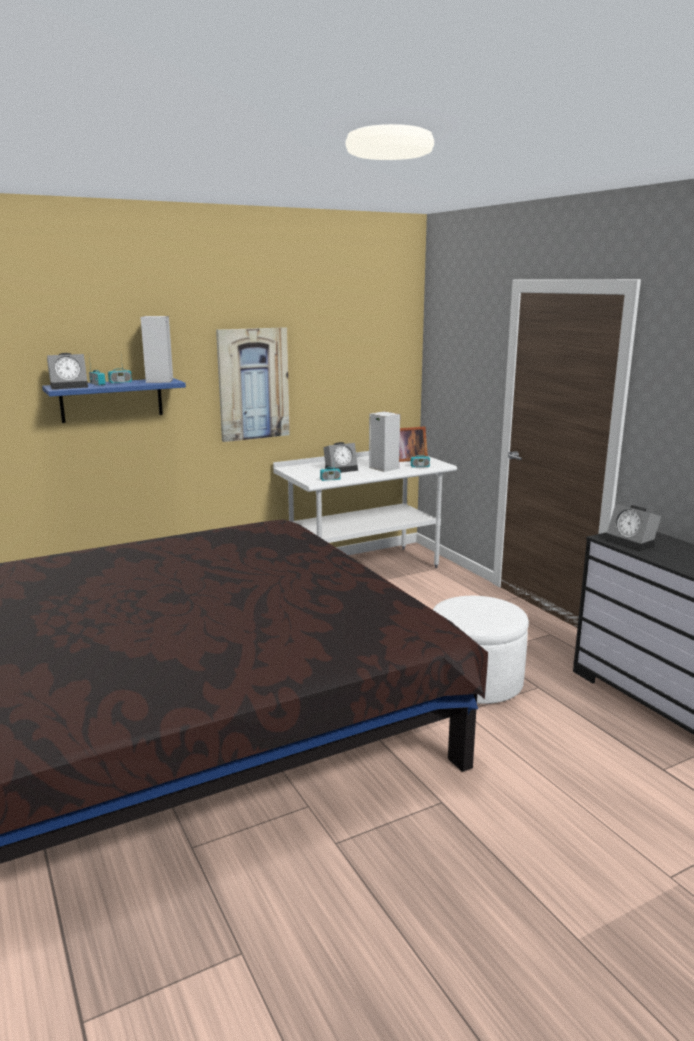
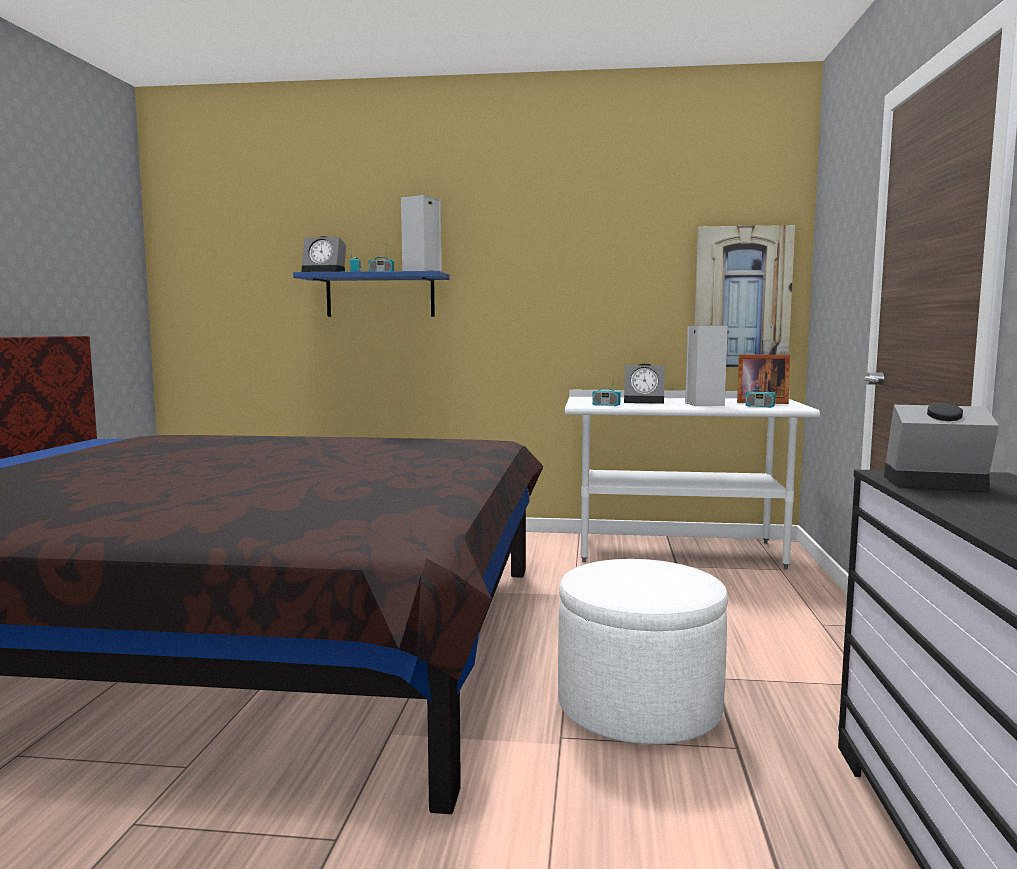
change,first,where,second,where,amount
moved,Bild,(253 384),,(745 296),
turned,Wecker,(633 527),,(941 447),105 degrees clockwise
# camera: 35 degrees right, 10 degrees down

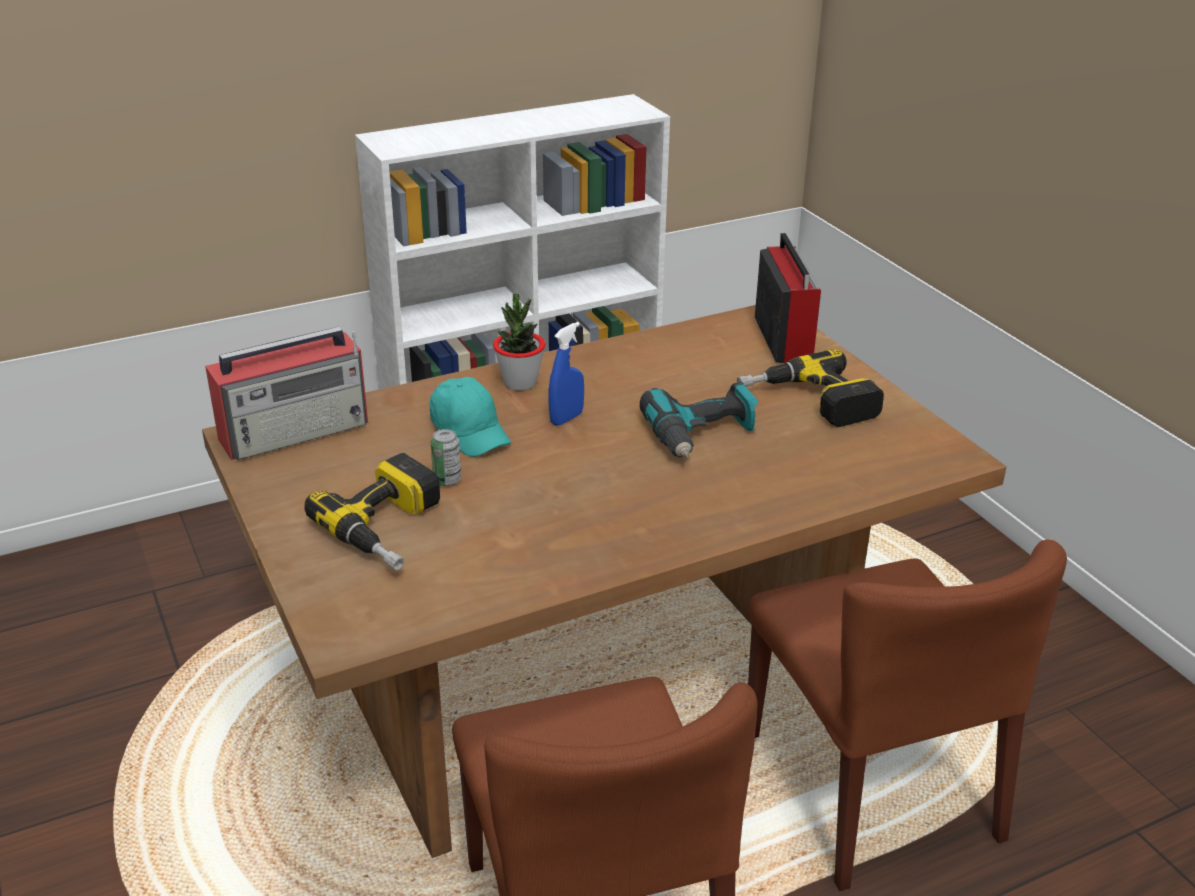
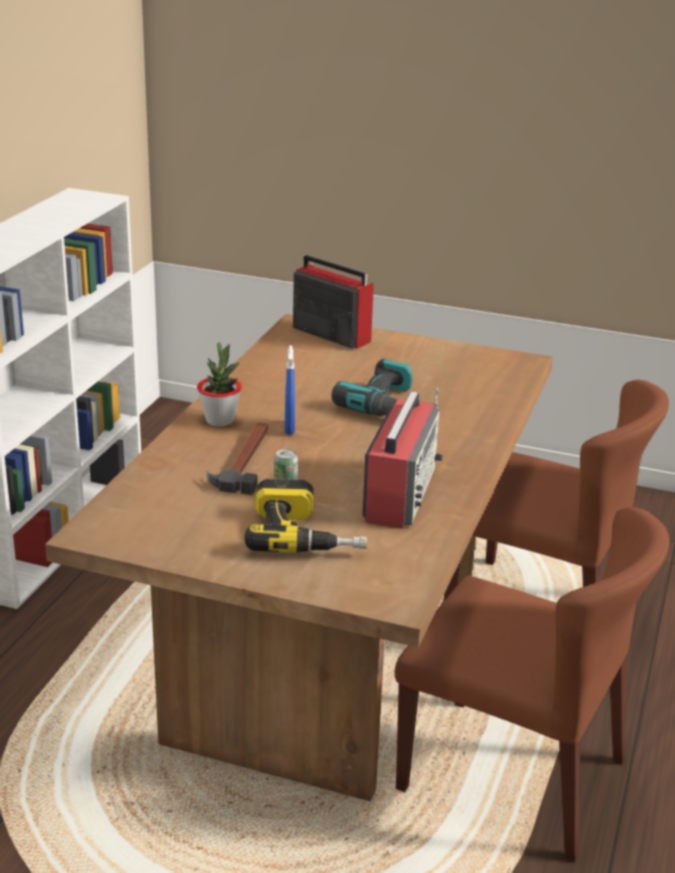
change,first,where,second,where,amount
replaced,Kappe (türkis),(470 417),Hammer,(237 458),
moved,Radio,(286 393),,(402 458),
removed,Bohrmaschine,(810 388),,,
# camera: 45 degrees left, 5 degrees down

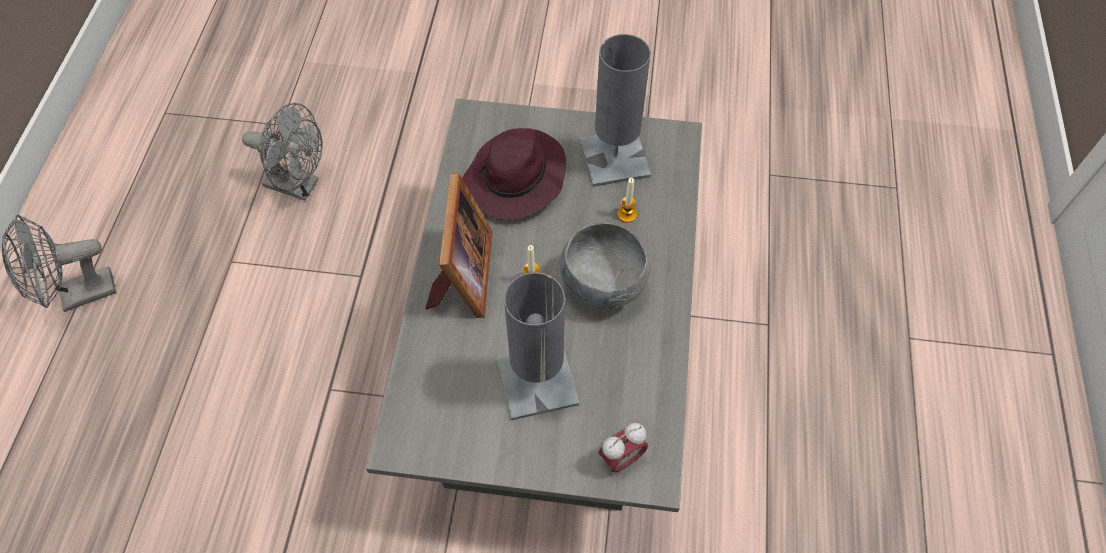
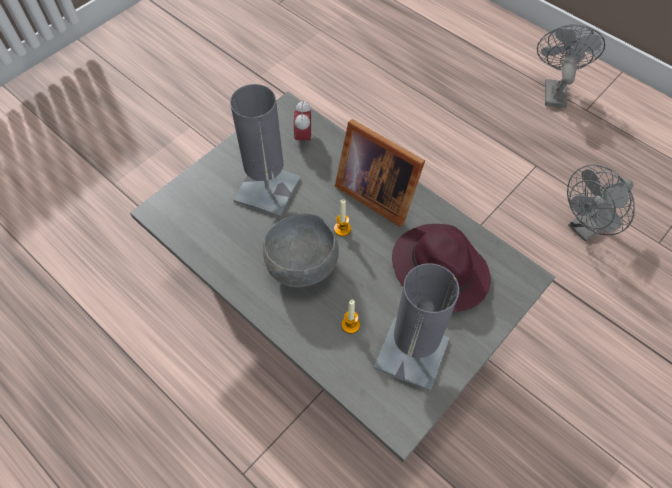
change,first,where,second,where,amount
moved,Wecker,(623 448),,(302 123),
# camera: 125 degrees right, 0 degrees up

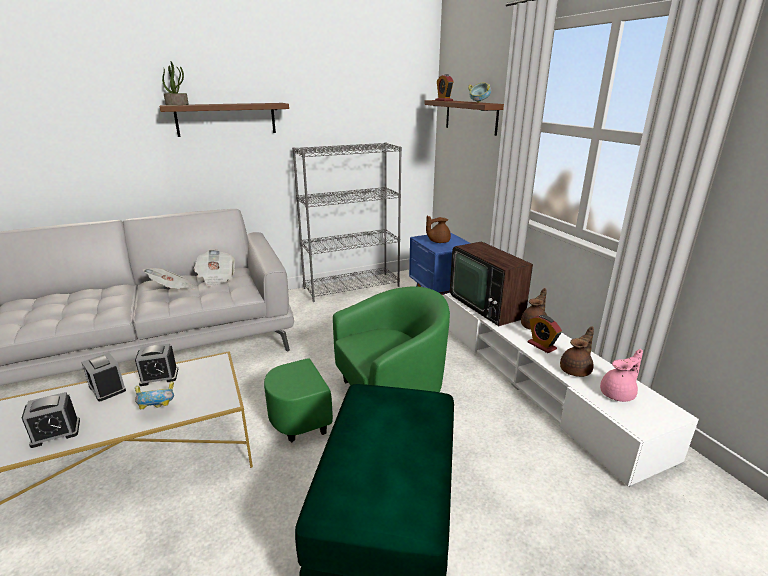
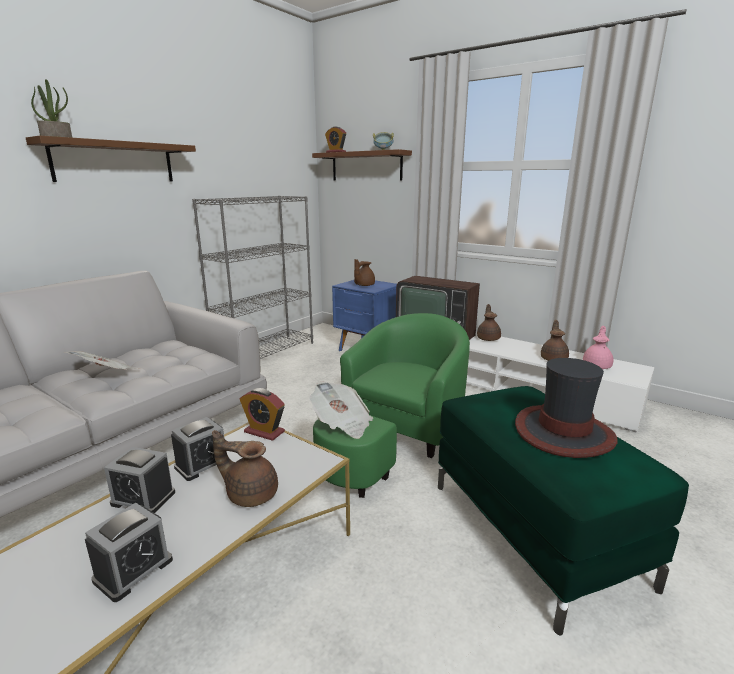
change,first,where,second,where,amount
replaced,Schüssel,(154 395),Teekanne (braun),(245 468),
moved,Wecker,(545 334),,(262 414),
moved,Zeitung,(214 268),,(341 410),
added,,,Hut,(566 408),
# camera: 30 degrees left, 5 degrees down

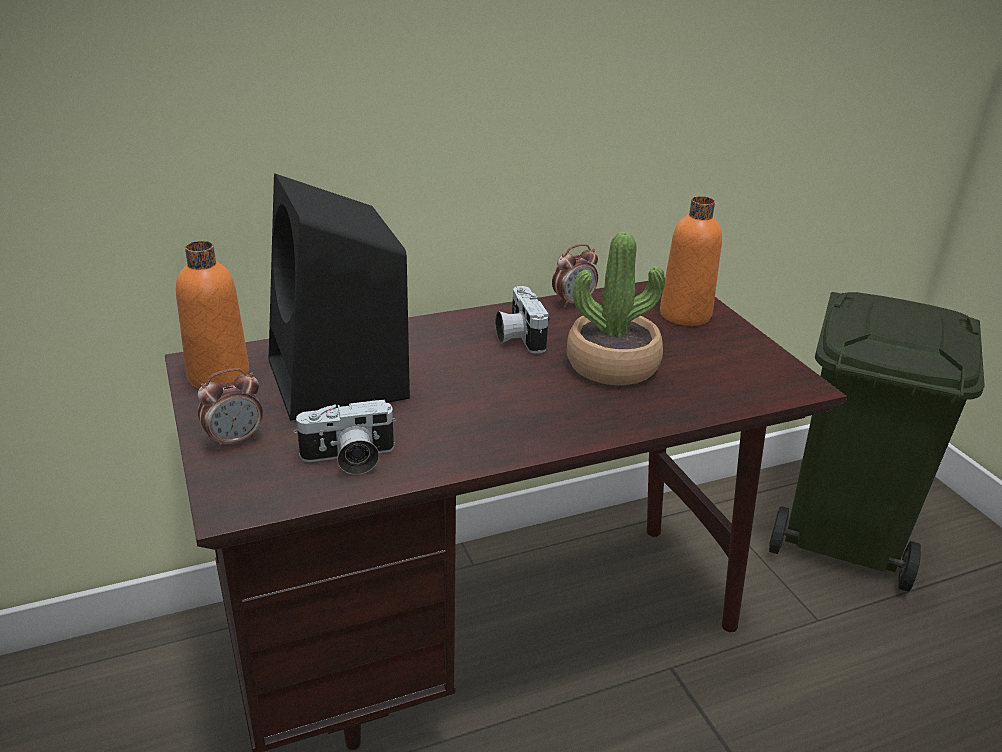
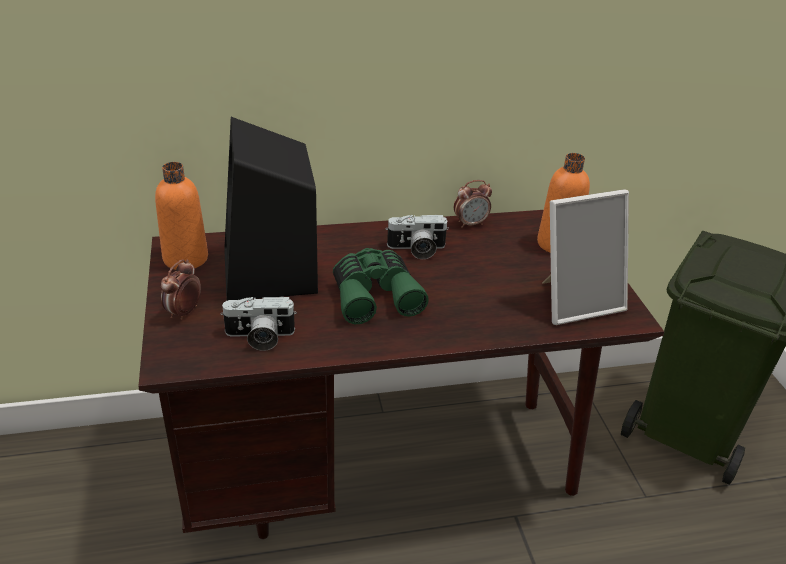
change,first,where,second,where,amount
turned,Wecker,(230 409),,(180 289),135 degrees clockwise
added,,,Fernglas (grün),(381 286),
turned,Kamera,(522 319),,(417 237),90 degrees counterclockwise
added,,,Bilderrahmen,(585 257),
removed,Topfpflanze,(616 308),,,
# camera: 10 degrees right, 5 degrees up

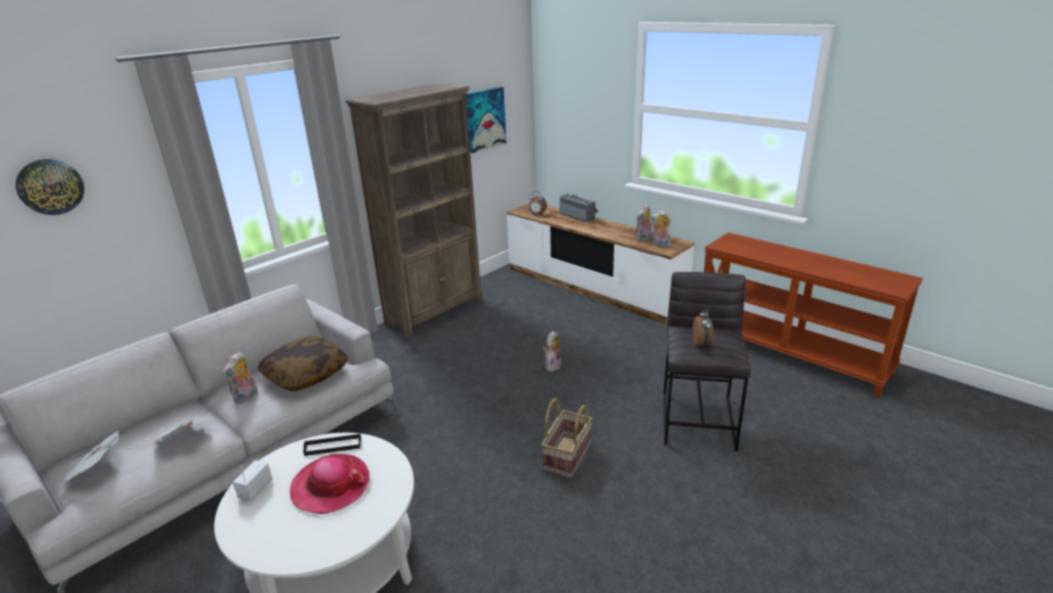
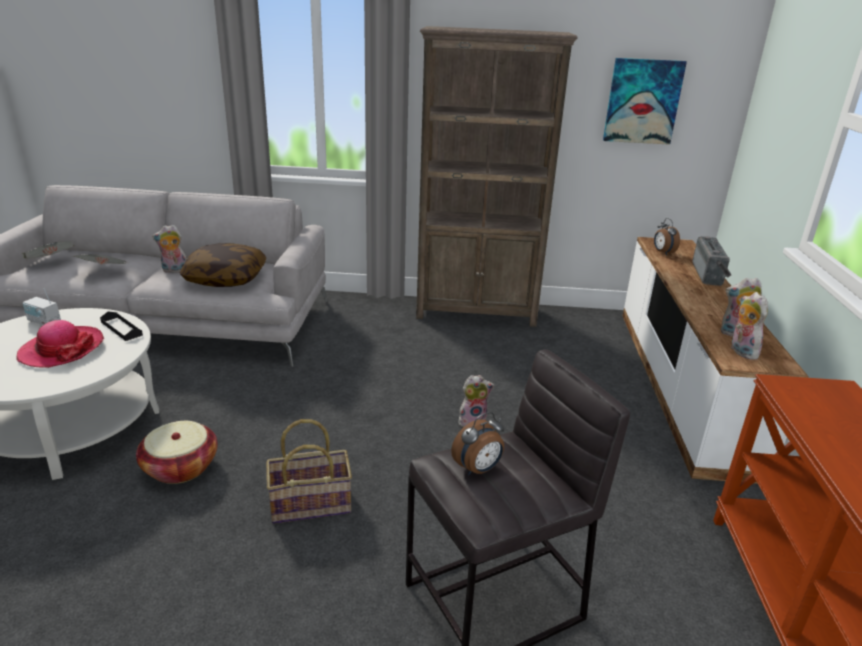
change,first,where,second,where,amount
turned,Radio,(253 481),,(42 306),135 degrees counterclockwise
added,,,Korb,(177 452),
removed,Wanduhr,(50 187),,,
# camera: 50 degrees right, 0 degrees up

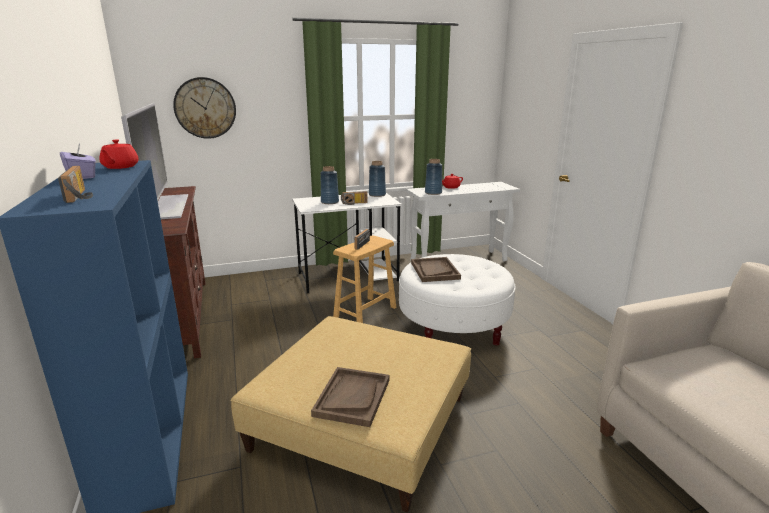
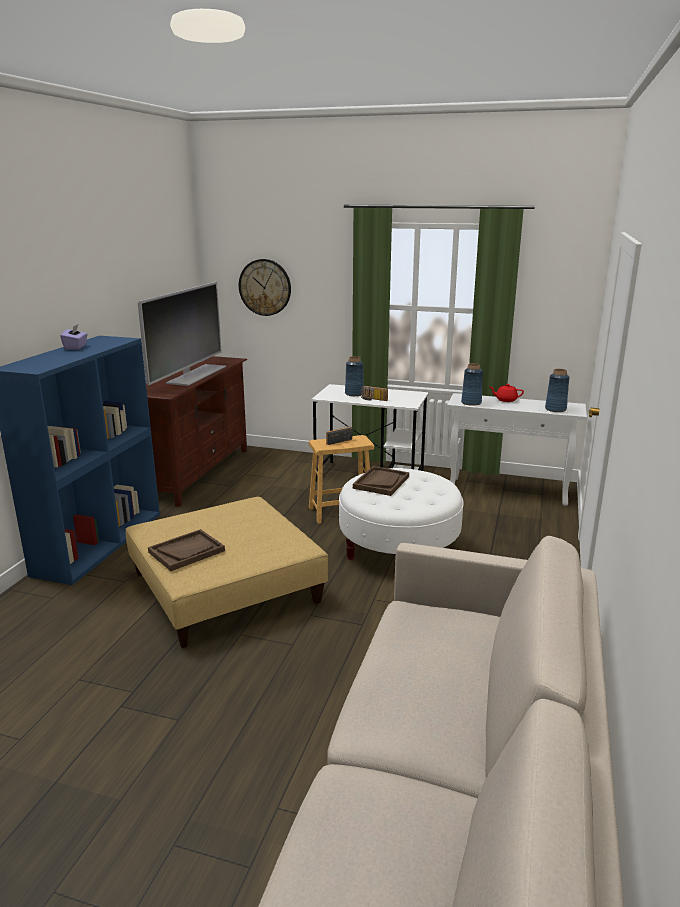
change,first,where,second,where,amount
moved,Vase (blau),(377 179),,(557 390),
removed,Radio,(75 184),,,
removed,Teekanne (rot),(118 154),,,
# camera: 35 degrees right, 0 degrees up

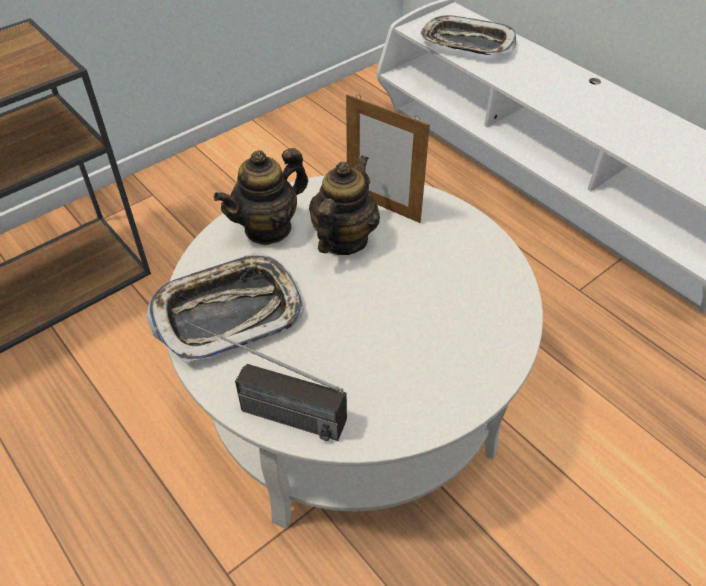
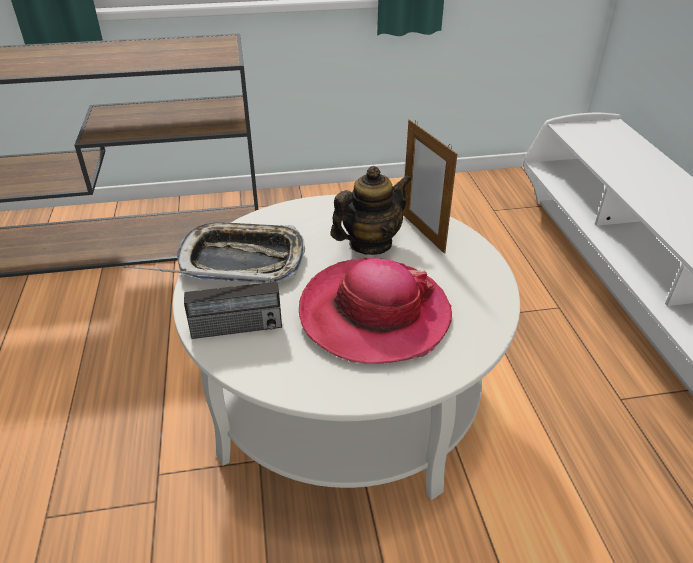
change,first,where,second,where,amount
turned,Radio,(266 381),,(202 302),60 degrees counterclockwise
added,,,Hut,(375 311),
removed,Teekanne,(261 196),,,
removed,Tablett,(468 35),,,
# camera: 30 degrees right, 10 degrees down

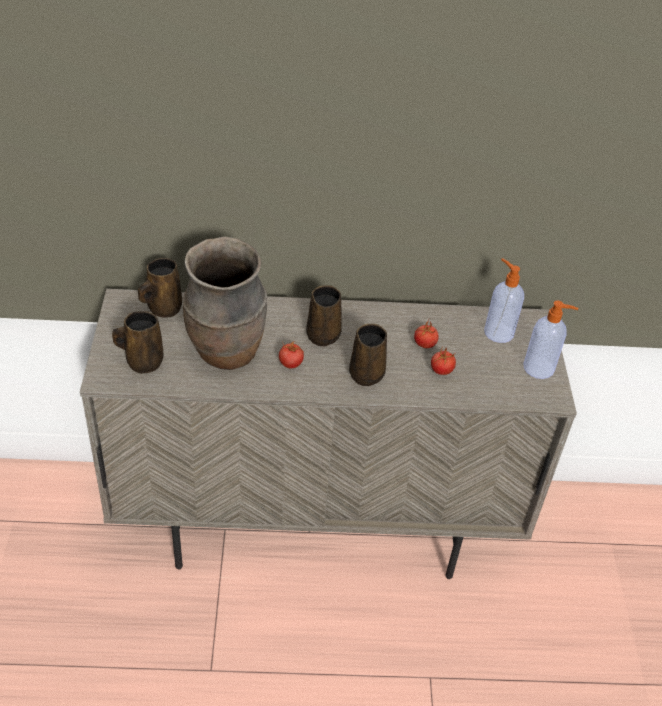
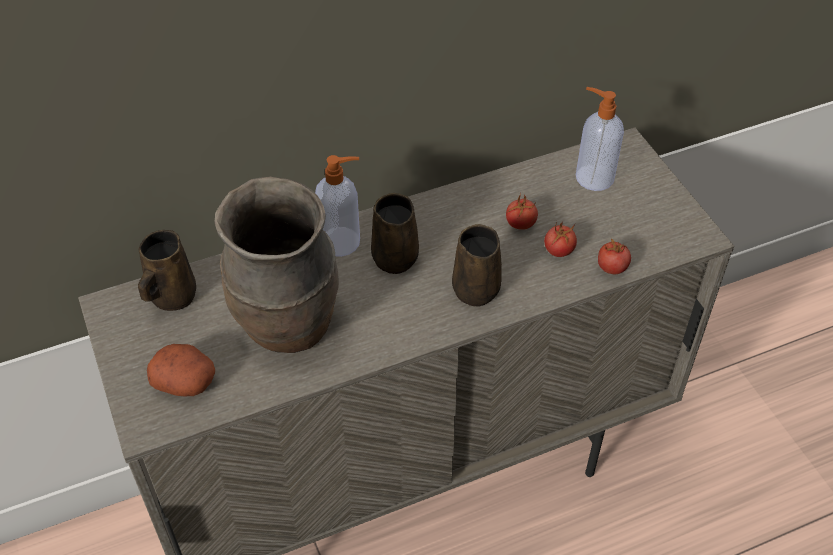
change,first,where,second,where,amount
replaced,Henkelbecher (braun),(138 342),Kartoffel,(181 370),
moved,Seifenspender,(550 340),,(337 206),
moved,Tomate,(291 354),,(614 256),
# camera: 20 degrees left, 5 degrees up

